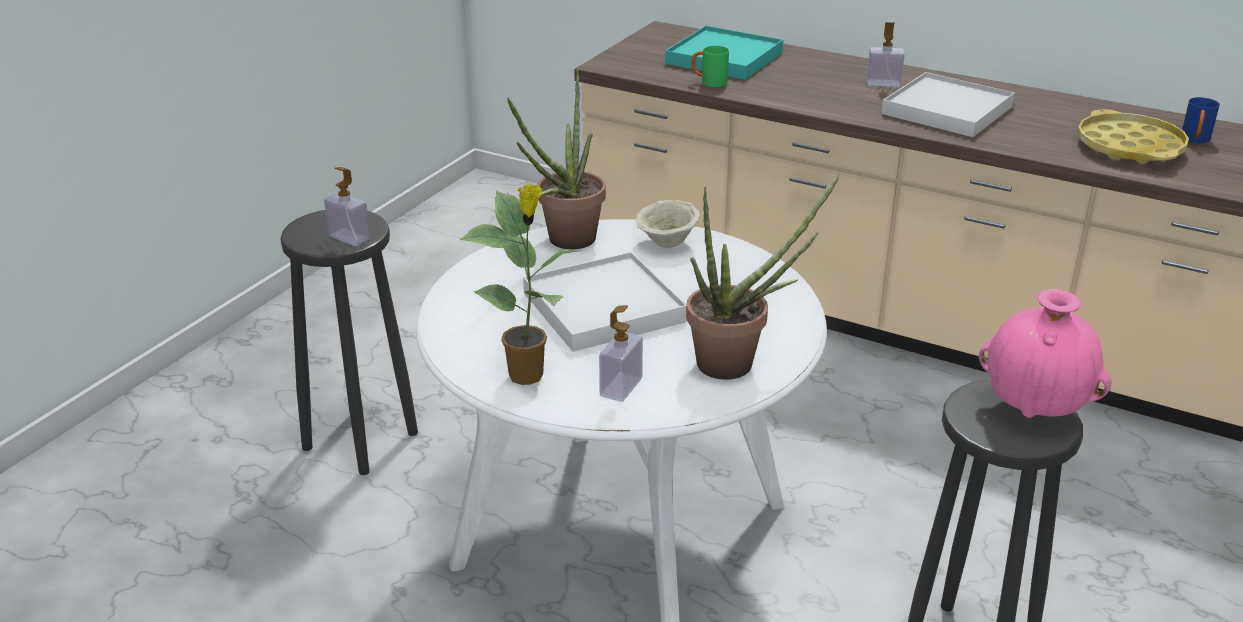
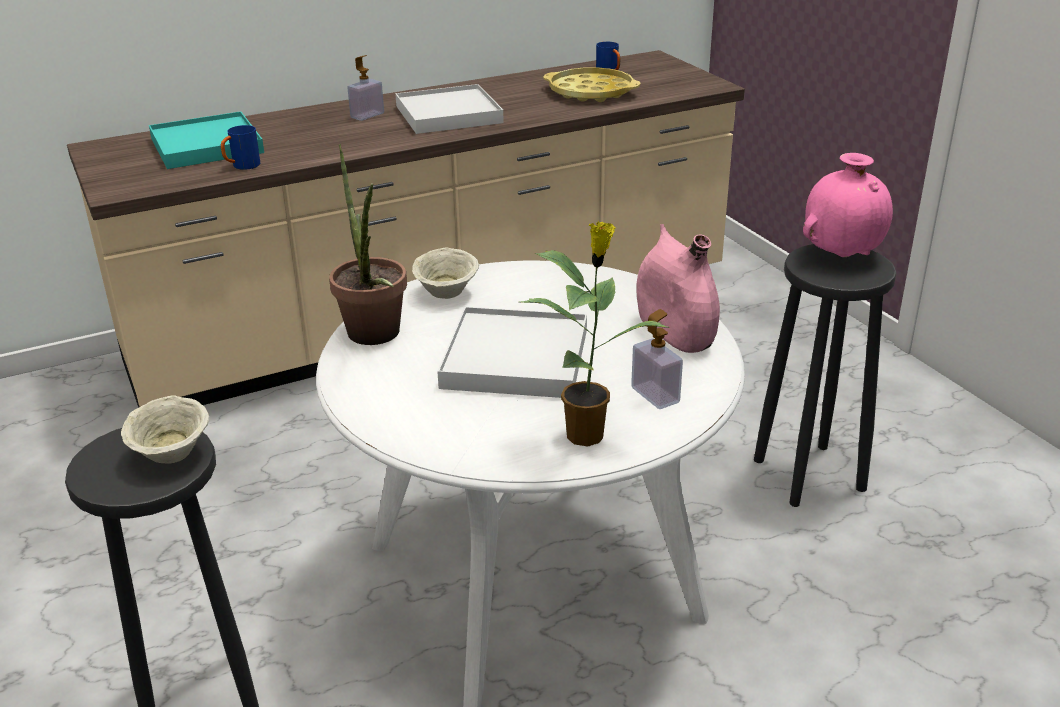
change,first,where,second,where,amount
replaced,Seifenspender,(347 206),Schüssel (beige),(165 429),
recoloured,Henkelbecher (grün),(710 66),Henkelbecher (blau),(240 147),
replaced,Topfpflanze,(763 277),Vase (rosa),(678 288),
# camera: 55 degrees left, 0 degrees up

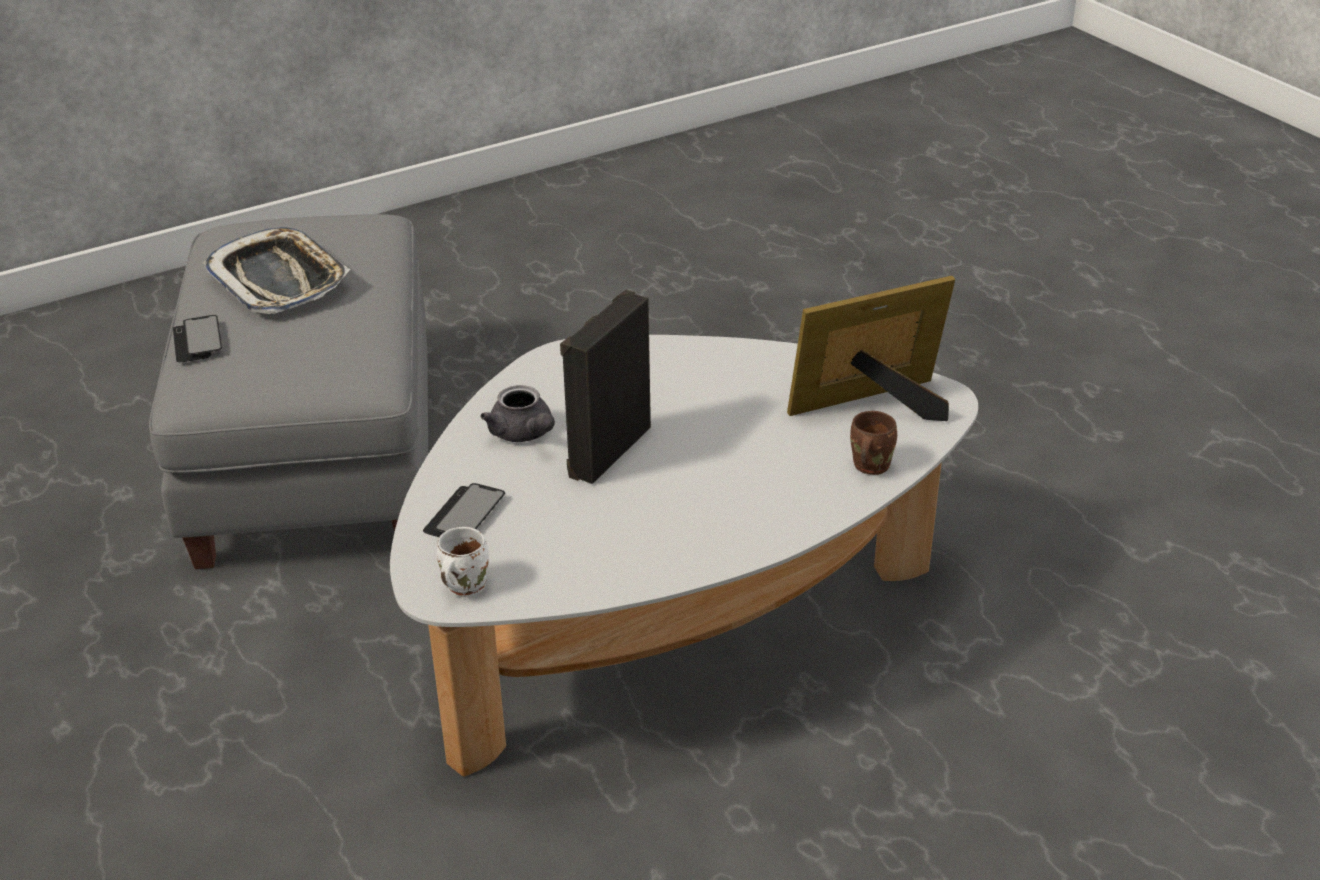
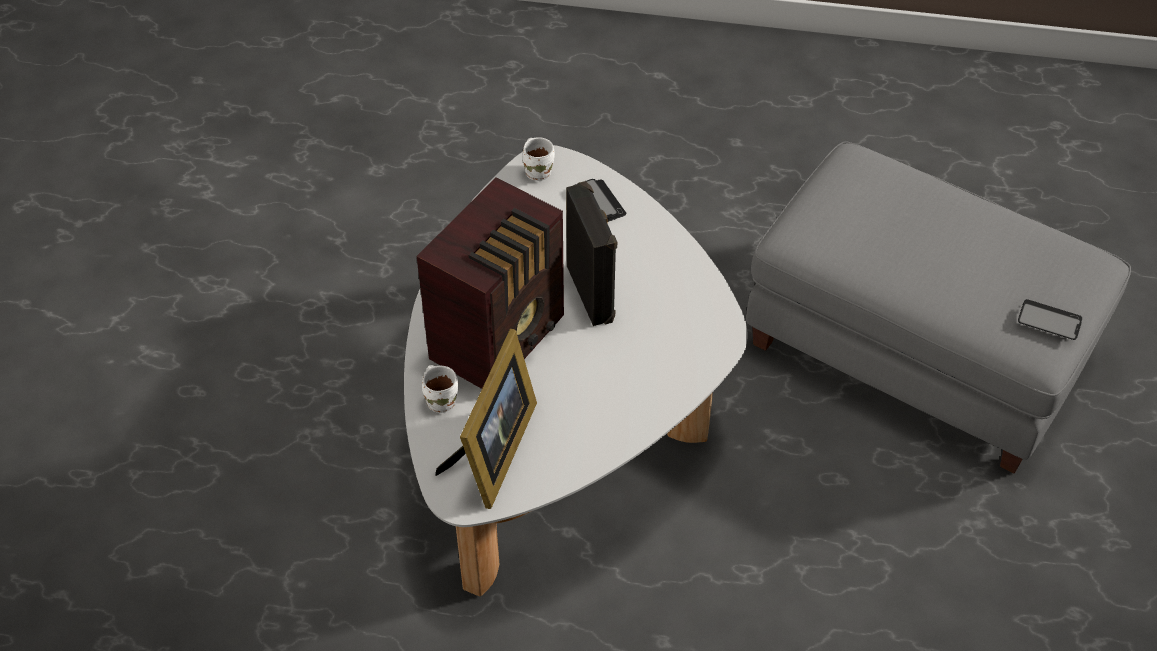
change,first,where,second,where,amount
added,,,Radio,(490 283),
recoloured,Henkelbecher (braun),(873 443),Henkelbecher (weiß),(440 389),
moved,Handy,(197 338),,(1050 319),
removed,Tablett,(276 270),,,
removed,Teekanne (grau),(517 413),,,
# camera: 130 degrees right, 15 degrees up

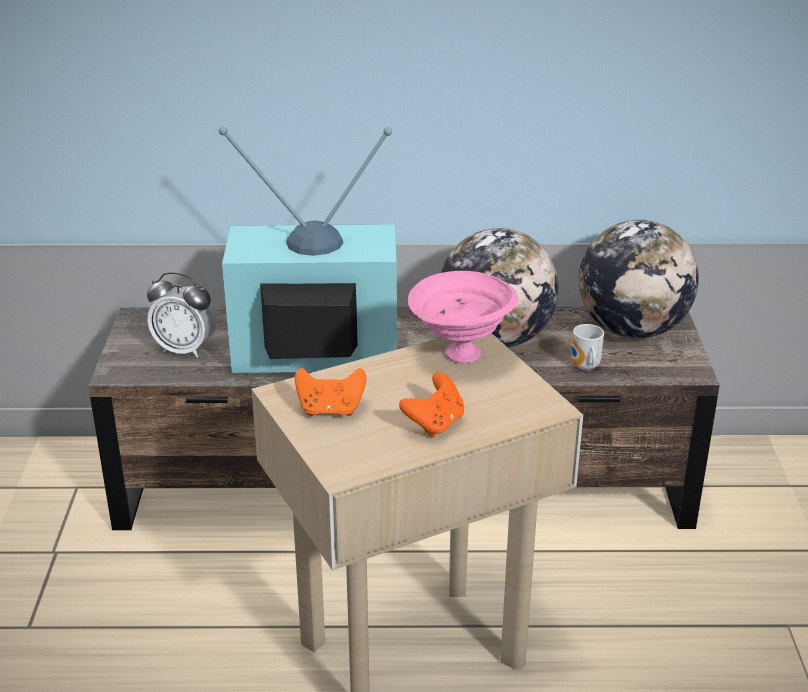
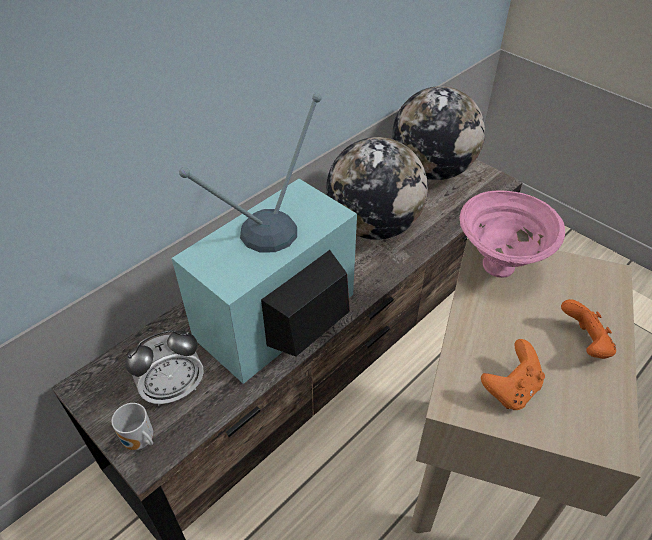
change,first,where,second,where,amount
moved,Henkelbecher,(587 347),,(132 426),
# camera: 45 degrees left, 15 degrees up

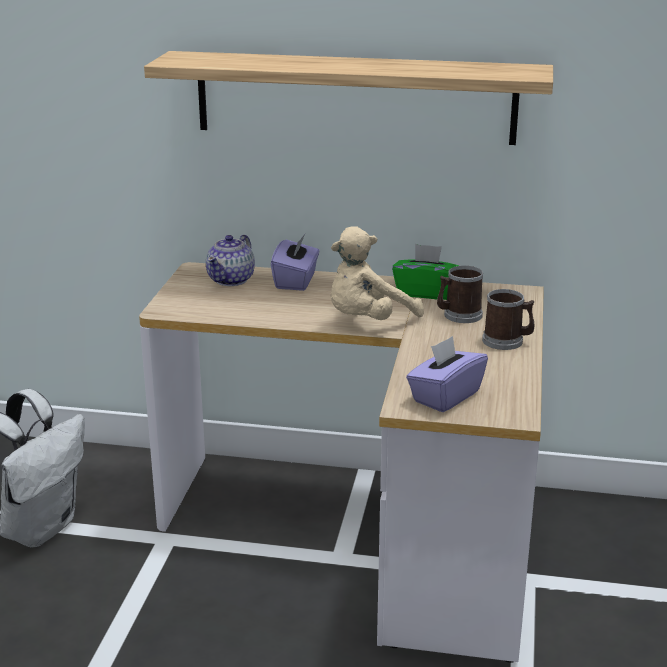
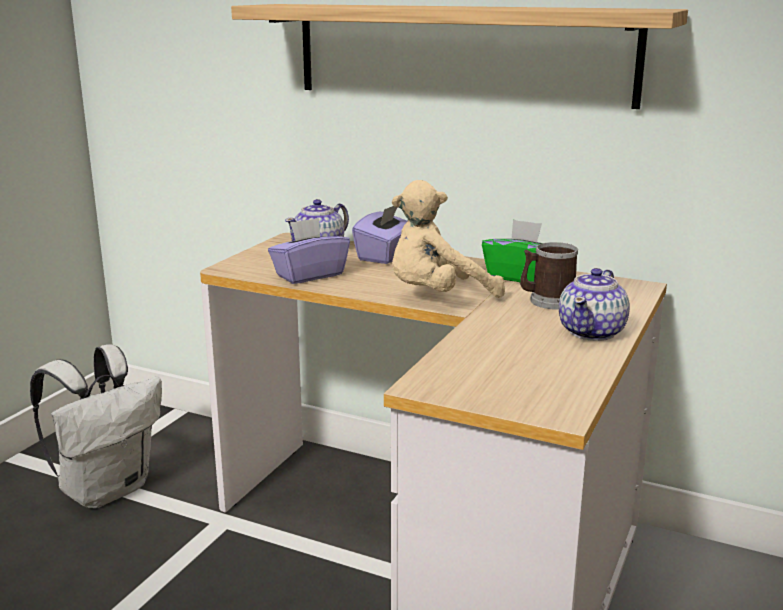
change,first,where,second,where,amount
moved,Taschentuchbox (lila),(447 374),,(309 251),
replaced,Henkelbecher,(508 319),Teekanne,(594 304),
# camera: 15 degrees right, 5 degrees down

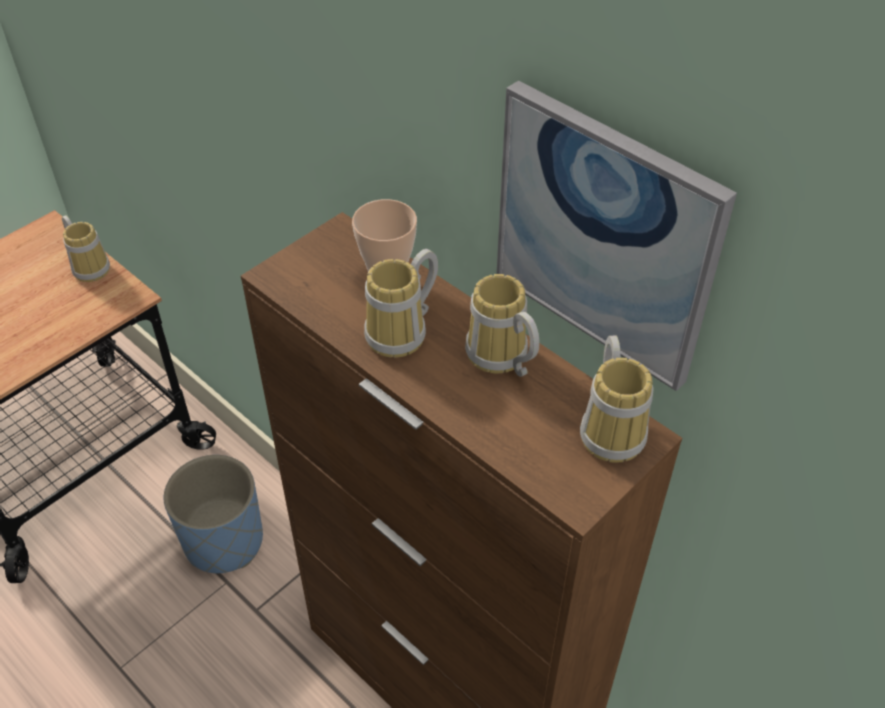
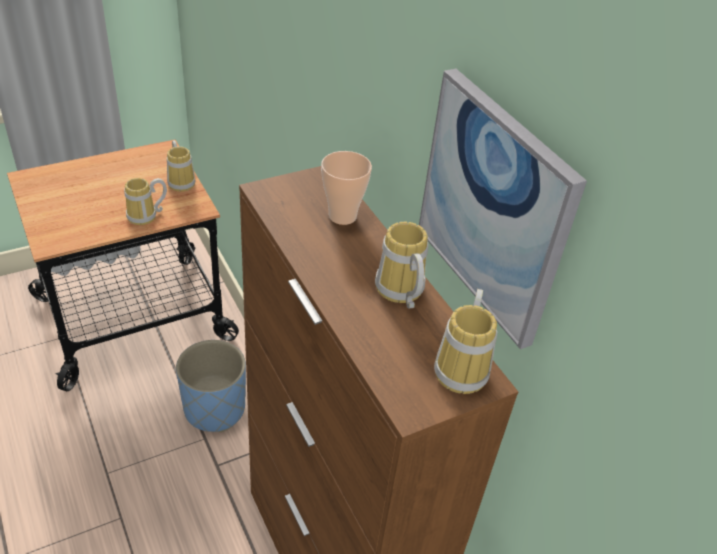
change,first,where,second,where,amount
moved,Henkelbecher,(401 303),,(145 201),
# camera: 15 degrees right, 5 degrees down

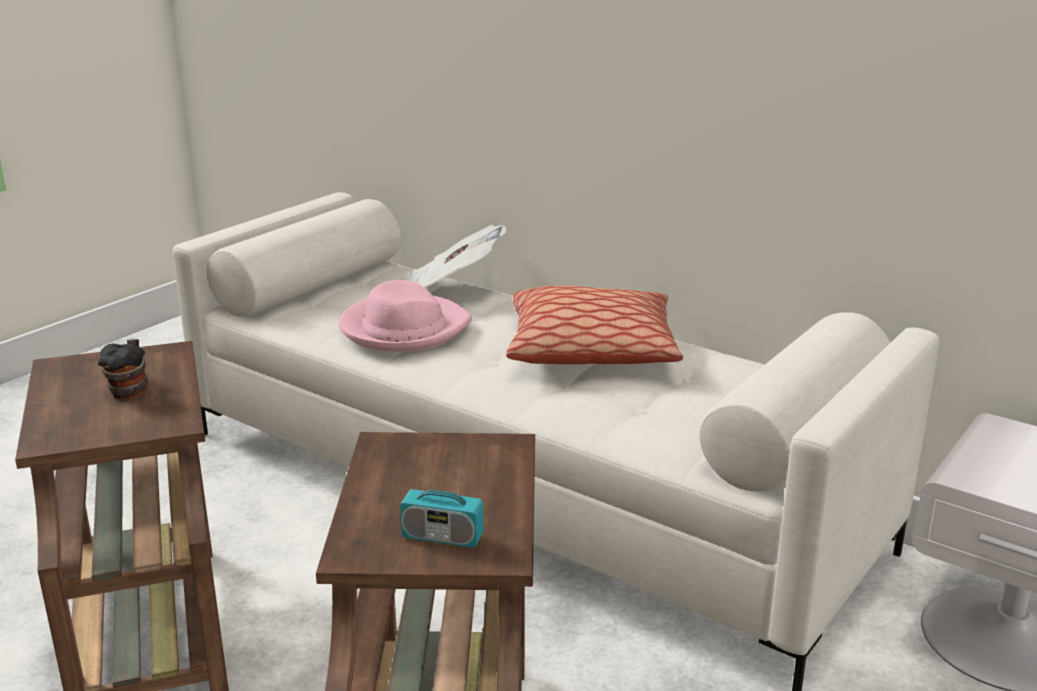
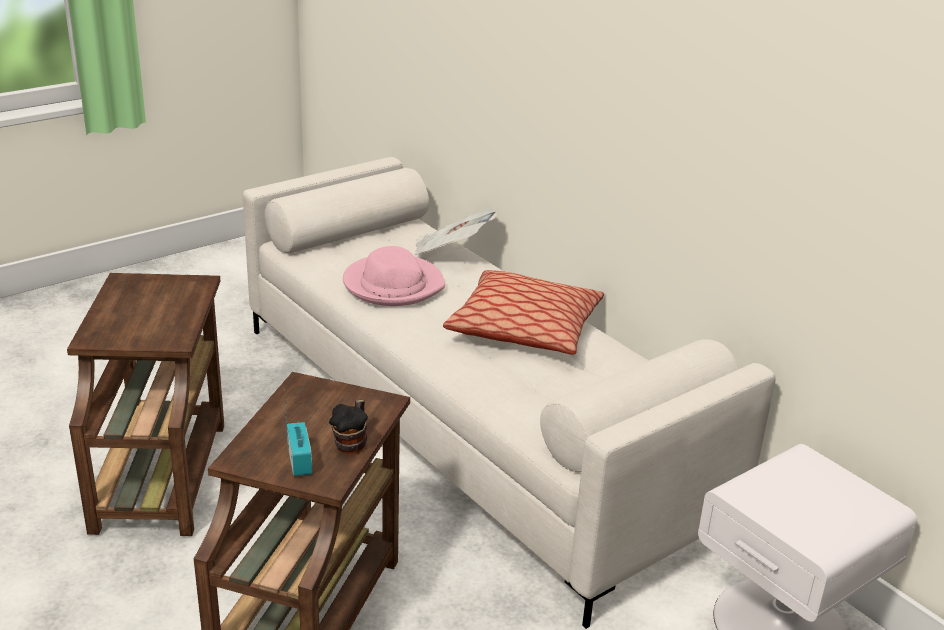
change,first,where,second,where,amount
turned,Radio,(442 488),,(298 437),135 degrees counterclockwise
moved,Henkelbecher,(123 369),,(348 427),
# camera: 15 degrees right, 5 degrees up

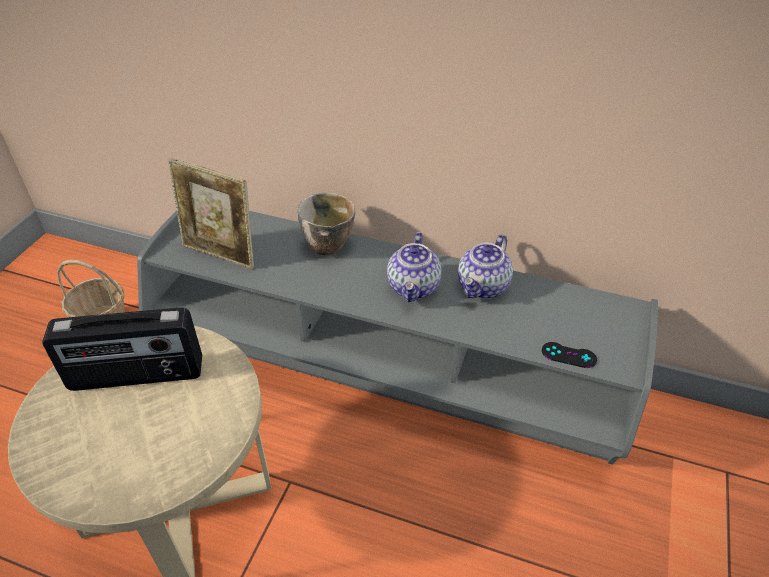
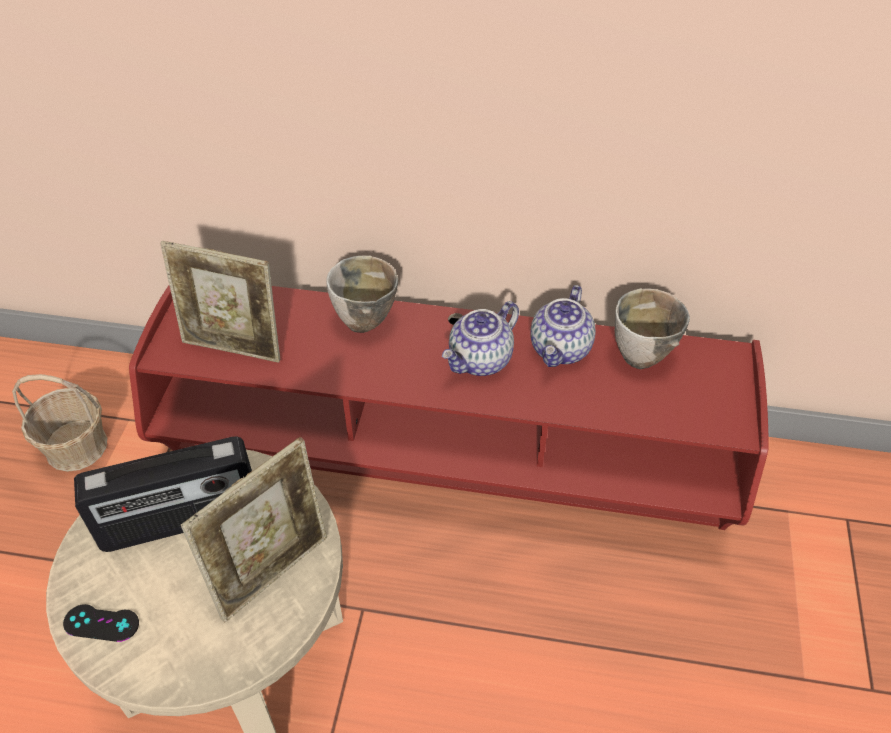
change,first,where,second,where,amount
moved,Gamepad (schwarz),(569 355),,(101 623),
recoloured,Fernsehschrank (grau),(397 337),Fernsehschrank (rot),(449 408),
added,,,Bilderrahmen,(254 530),
turned,Teekanne,(414 267),,(480 338),45 degrees clockwise
added,,,Schüssel,(652 328),
# camera: 10 degrees left, 5 degrees up

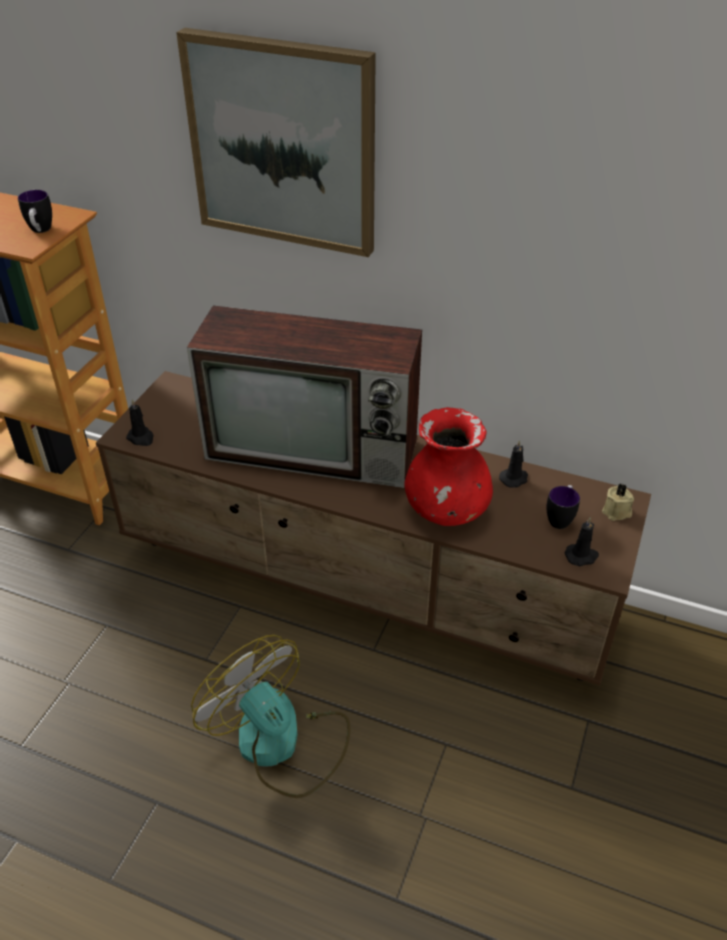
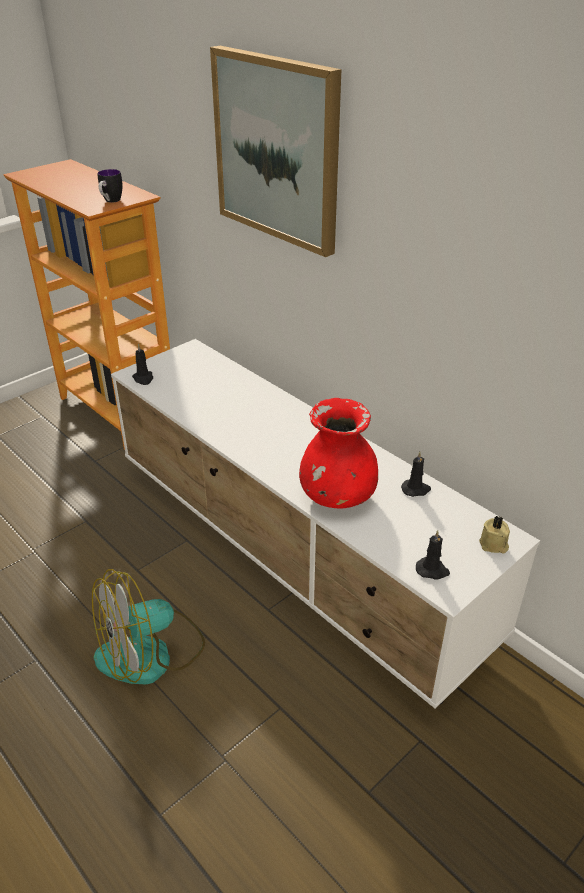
change,first,where,second,where,amount
turned,Ventilator,(270 716),,(148 626),105 degrees counterclockwise
recoloured,Fernsehschrank (braun),(373 528),Fernsehschrank (weiß),(325 524),
removed,Fernseher,(304 397),,,
removed,Henkelbecher,(563 507),,,
# camera: 25 degrees right, 5 degrees down

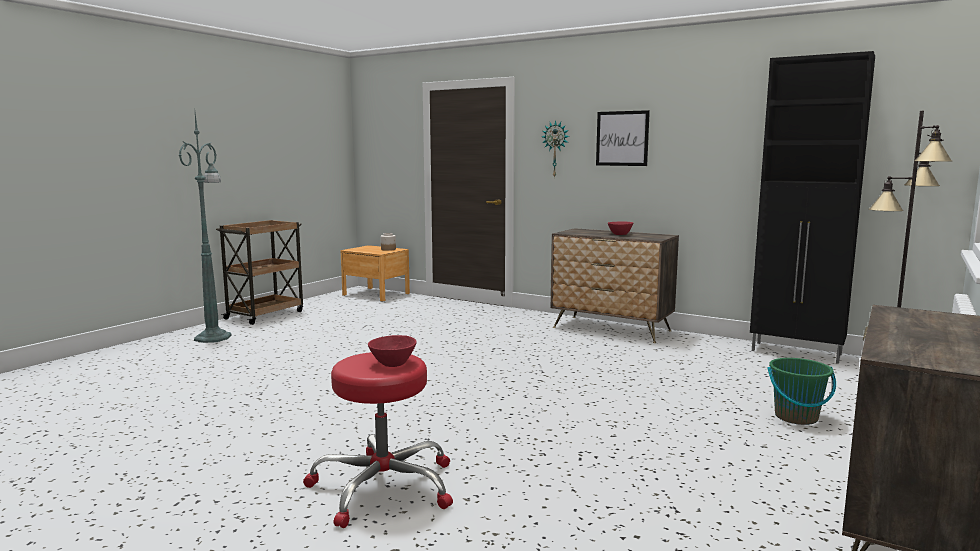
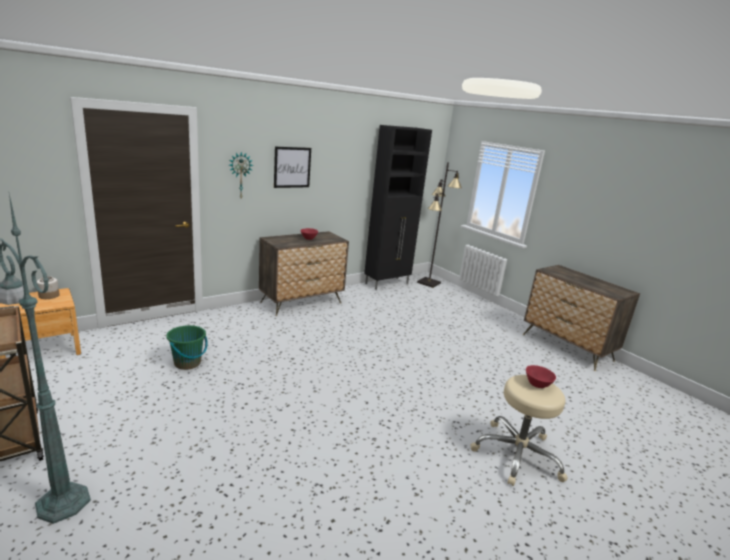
change,first,where,second,where,amount
moved,Eimer (grün),(801 391),,(187 347),
recoloured,Hocker (rot),(378 440),Hocker (beige),(519 430),
# camera: 70 degrees left, 10 degrees up

